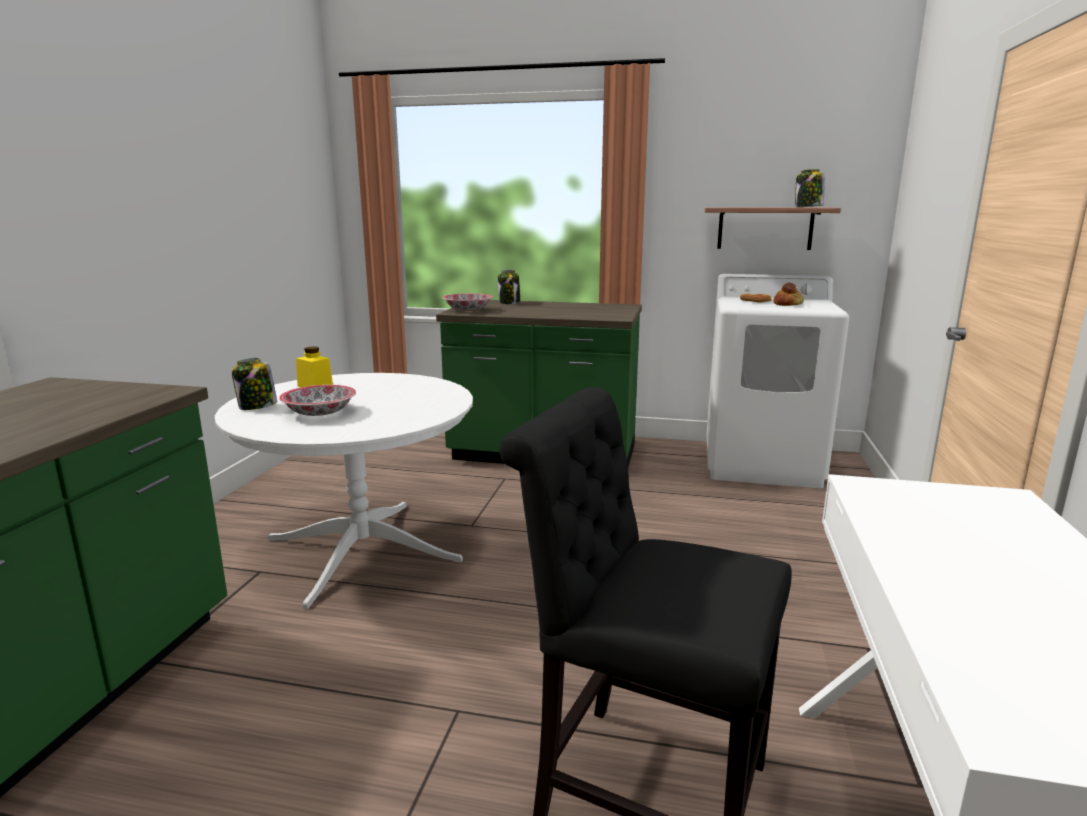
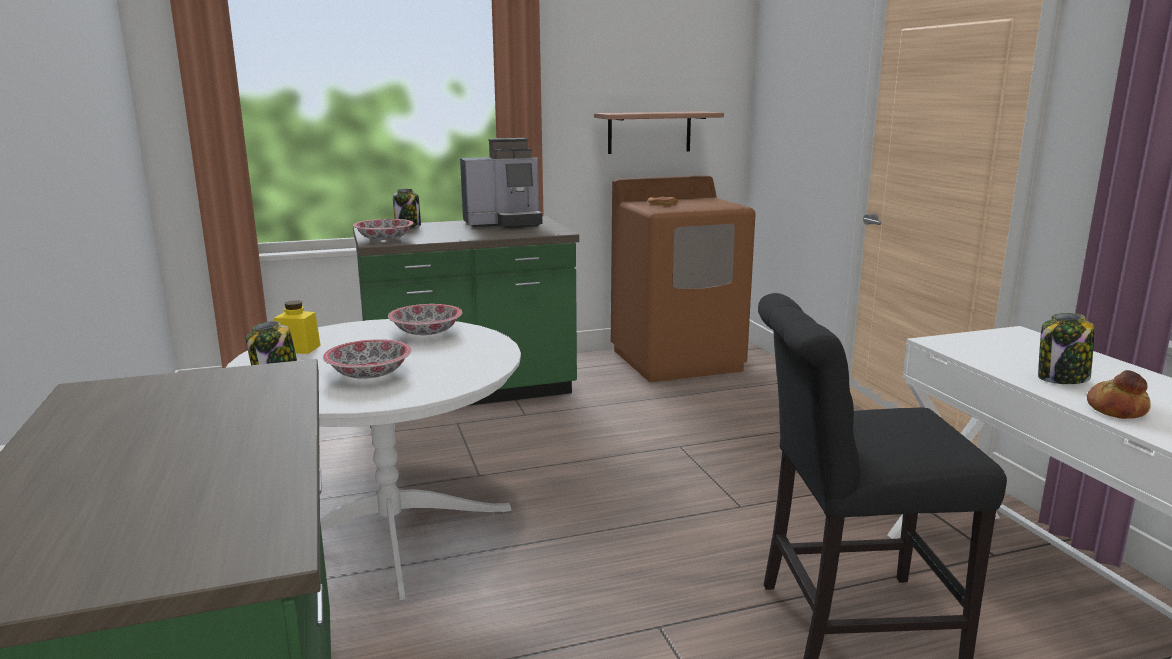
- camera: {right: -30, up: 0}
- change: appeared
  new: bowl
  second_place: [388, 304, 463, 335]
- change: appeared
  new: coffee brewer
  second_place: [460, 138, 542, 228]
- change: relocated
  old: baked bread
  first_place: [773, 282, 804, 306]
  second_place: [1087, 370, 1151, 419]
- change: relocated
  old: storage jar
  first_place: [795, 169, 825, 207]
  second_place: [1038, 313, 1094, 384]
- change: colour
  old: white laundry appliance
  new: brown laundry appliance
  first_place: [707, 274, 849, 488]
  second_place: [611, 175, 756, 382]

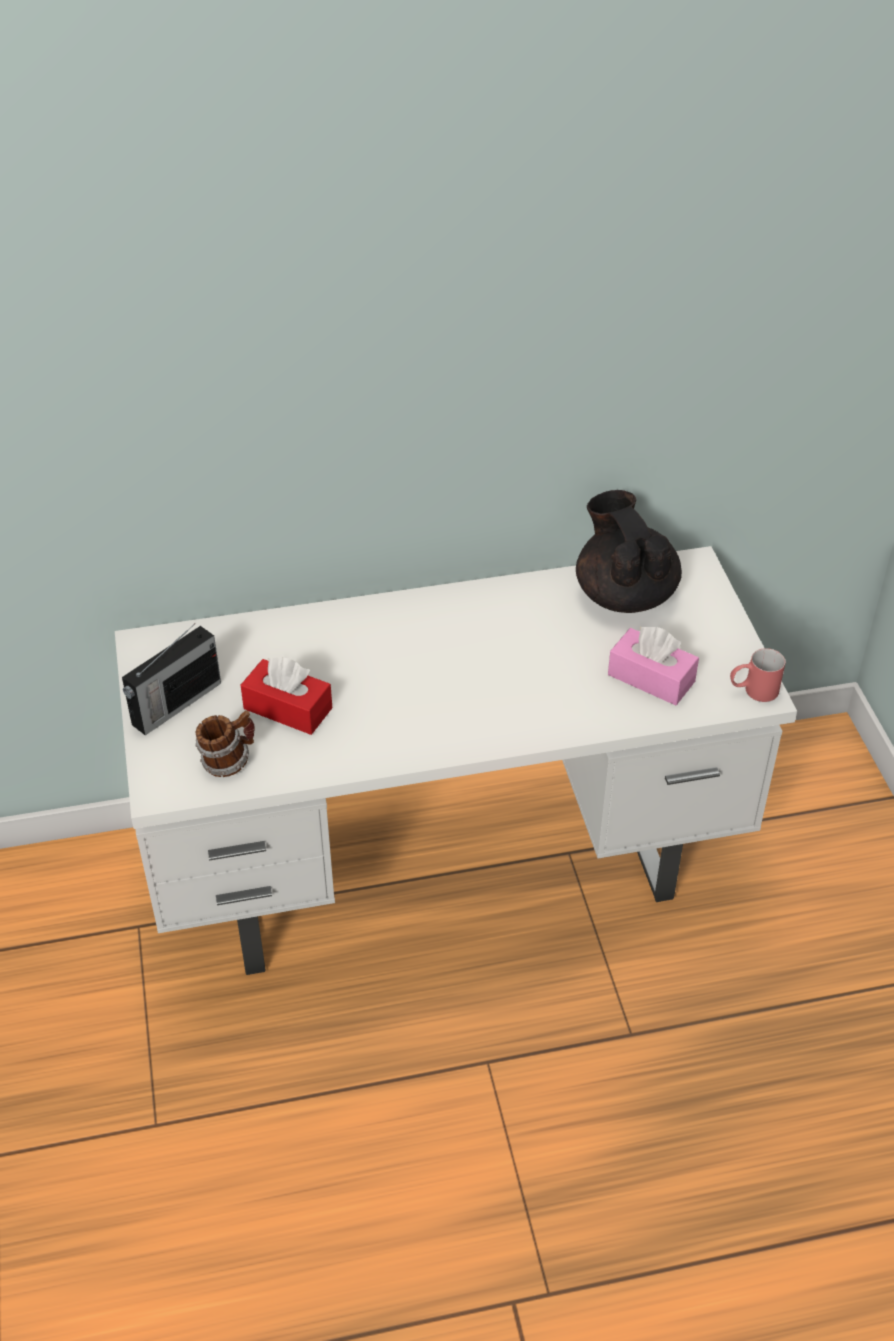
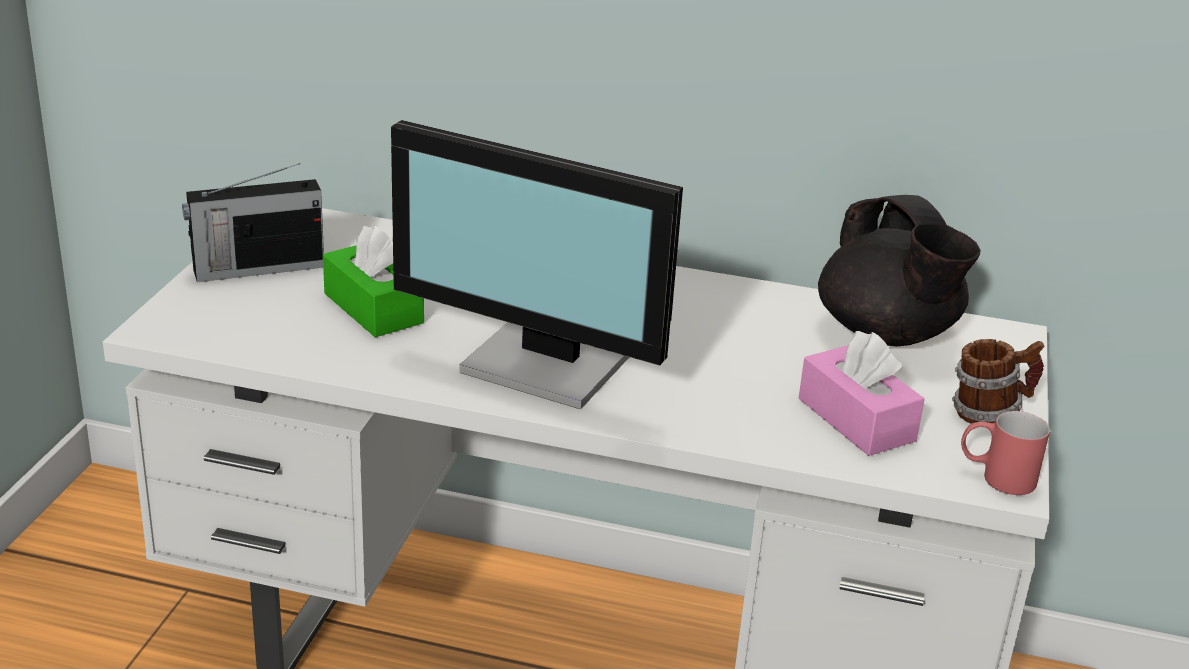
- camera: {right: 25, up: -15}
- change: appeared
  new: computer display
  second_place: [391, 120, 683, 409]
- change: relocated
  old: mug
  first_place: [195, 711, 255, 777]
  second_place: [952, 339, 1045, 424]
- change: colour
  old: red-coloured box of tissues
  new: green box of tissues
  first_place: [241, 657, 332, 735]
  second_place: [323, 225, 424, 337]
- change: spun
  old: black teapot
  first_place: [576, 490, 682, 613]
  second_place: [818, 195, 981, 346]
  degrees: 150

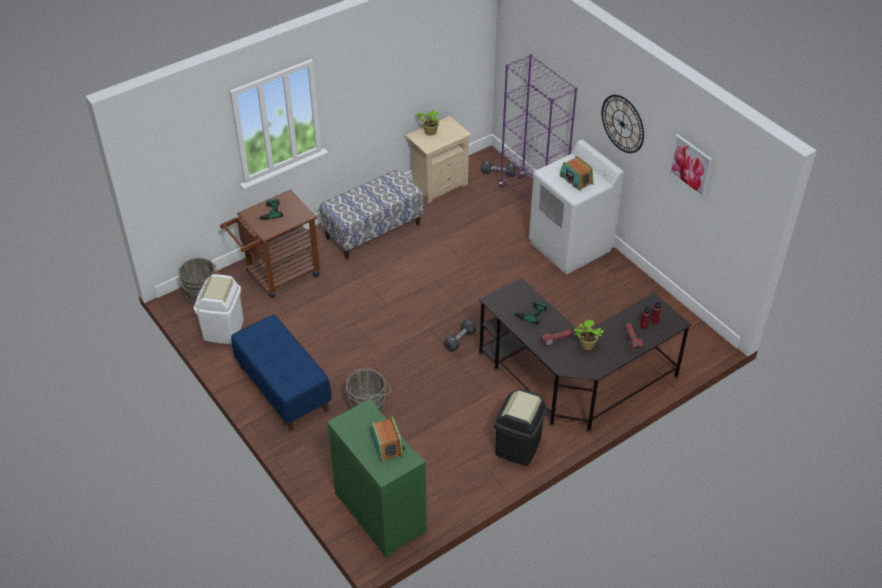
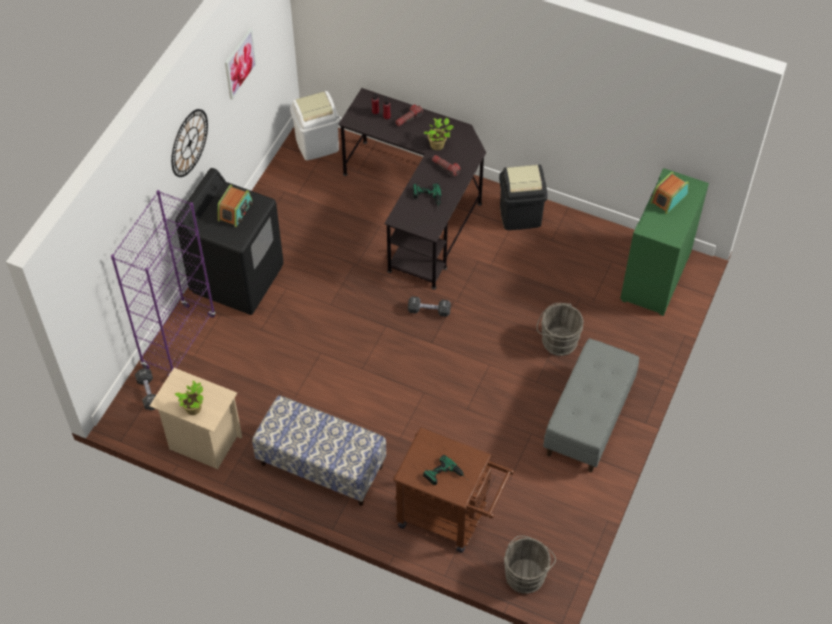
- camera: {right: -120, up: 10}
- change: relocated
  old: white rubbish bin
  first_place: [194, 274, 244, 344]
  second_place: [290, 91, 340, 160]
- change: colour
  old: blue indoor bench
  new: gray indoor bench
  first_place: [231, 315, 332, 431]
  second_place: [543, 338, 639, 472]
- change: colour
  old: white laundry appliance
  new: black laundry appliance
  first_place: [529, 140, 624, 274]
  second_place: [175, 168, 284, 315]

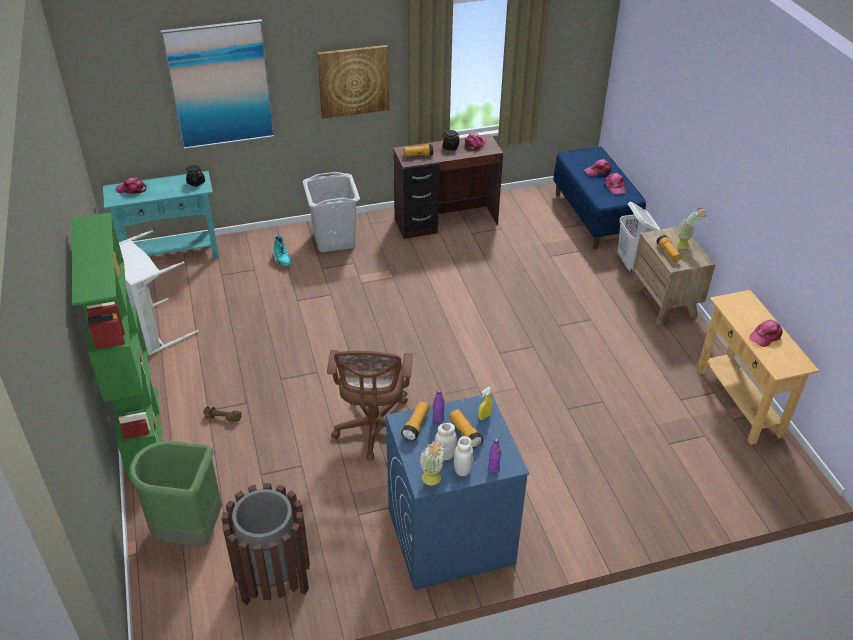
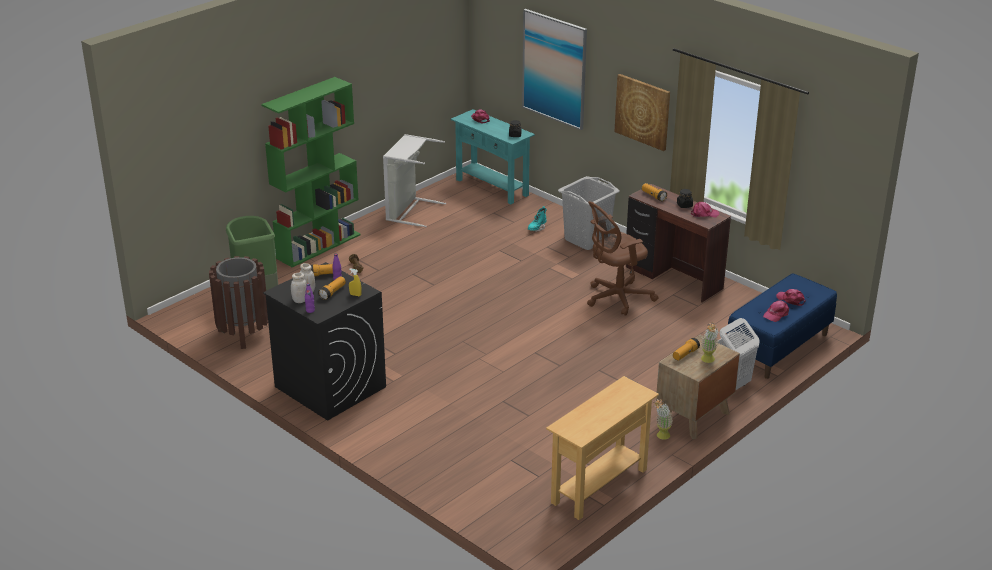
- camera: {right: 60, up: -10}
- change: missing
  old: pinkish peaked cap
  first_place: [749, 319, 783, 347]
- change: relocated
  old: brown computer chair
  first_place: [327, 350, 413, 461]
  second_place: [587, 201, 659, 316]
- change: relocated
  old: plant in a pot
  first_place: [419, 441, 444, 485]
  second_place: [653, 399, 673, 440]
- change: colour
  old: blue laundry appliance
  new: black laundry appliance
  first_place: [386, 393, 529, 590]
  second_place: [263, 262, 386, 421]

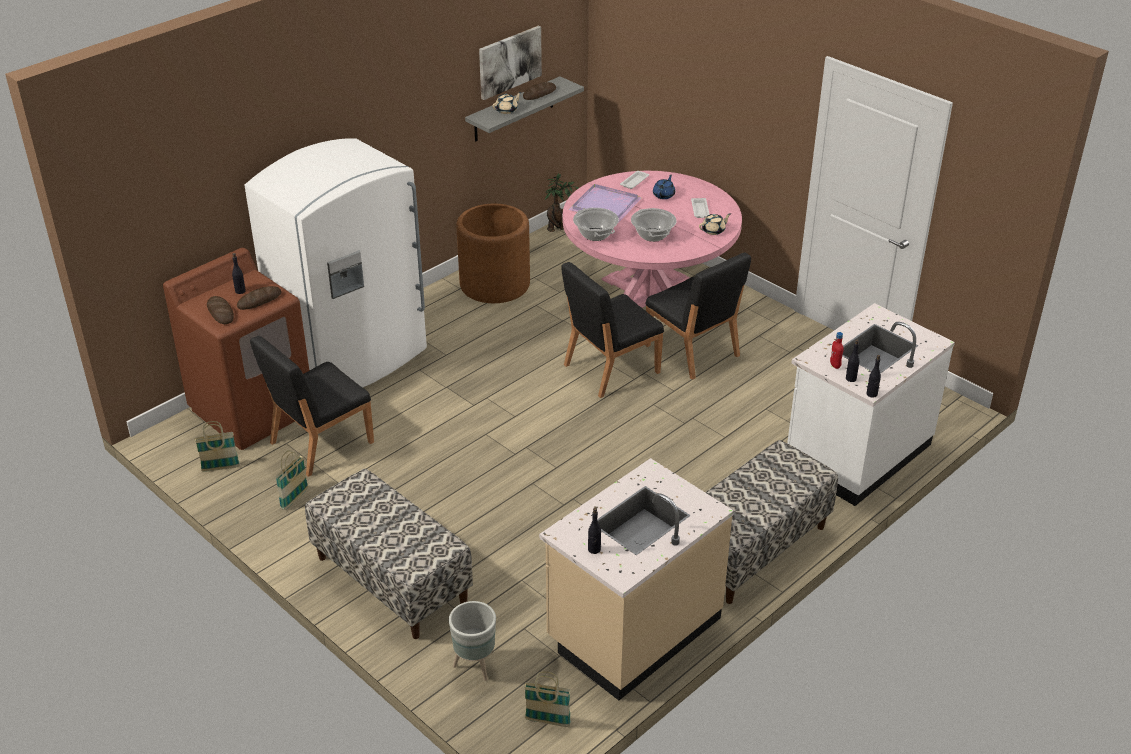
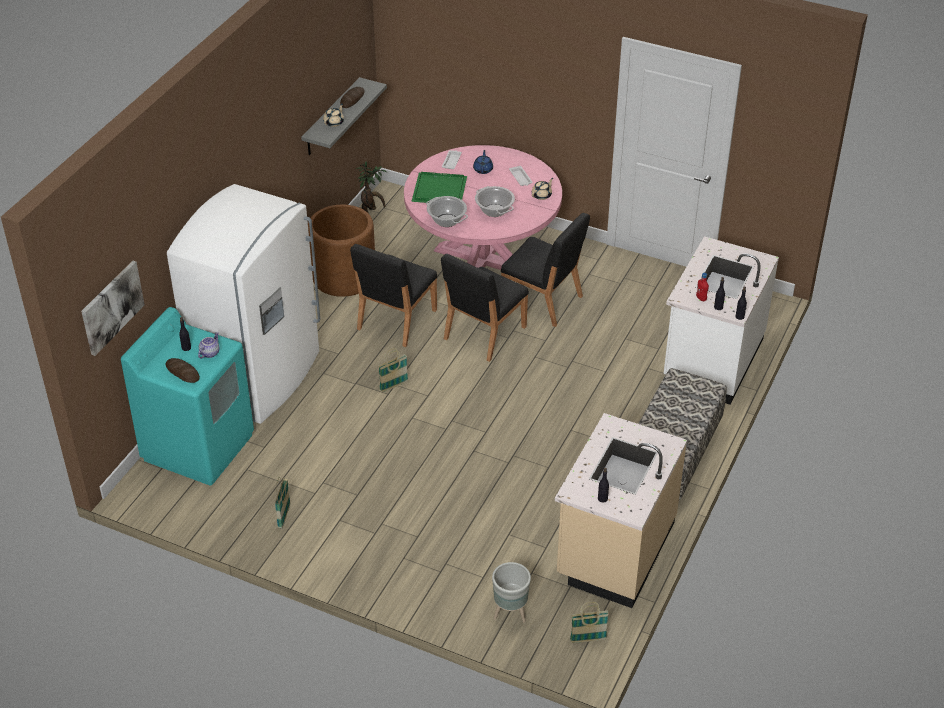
- camera: {right: -20, up: 5}
- change: missing
  old: indoor bench
  first_place: [305, 469, 473, 639]
- change: relocated
  old: basket
  first_place: [195, 421, 240, 472]
  second_place: [378, 348, 408, 392]
- change: relocated
  old: black chair
  first_place: [250, 336, 374, 477]
  second_place: [350, 244, 437, 347]
- change: relocated
  old: wall picture
  first_place: [479, 26, 542, 100]
  second_place: [81, 260, 145, 356]
- change: exchanged
  old: baked bread
  new: teapot
  first_place: [237, 286, 281, 310]
  second_place: [198, 332, 219, 359]
- change: colour
  old: brown laundry appliance
  new: blue-green laundry appliance
  first_place: [163, 248, 309, 450]
  second_place: [121, 307, 254, 486]
- change: colour
  old: purple-coloured tray
  new: green tray
  first_place: [568, 184, 642, 223]
  second_place: [411, 172, 467, 203]

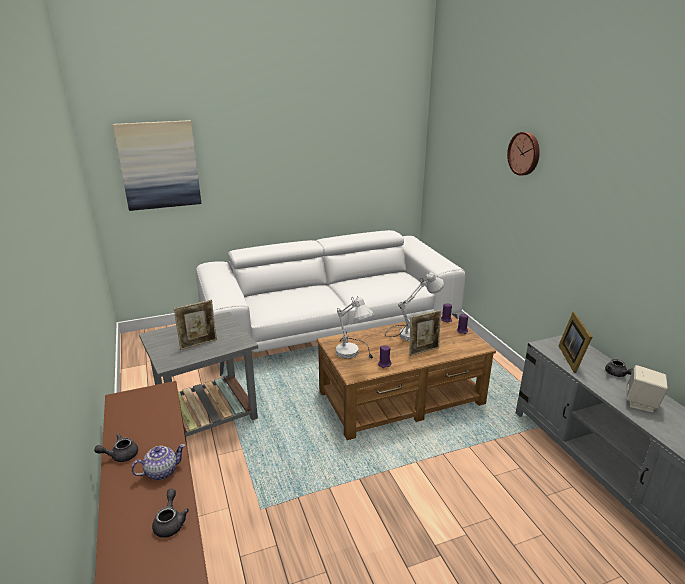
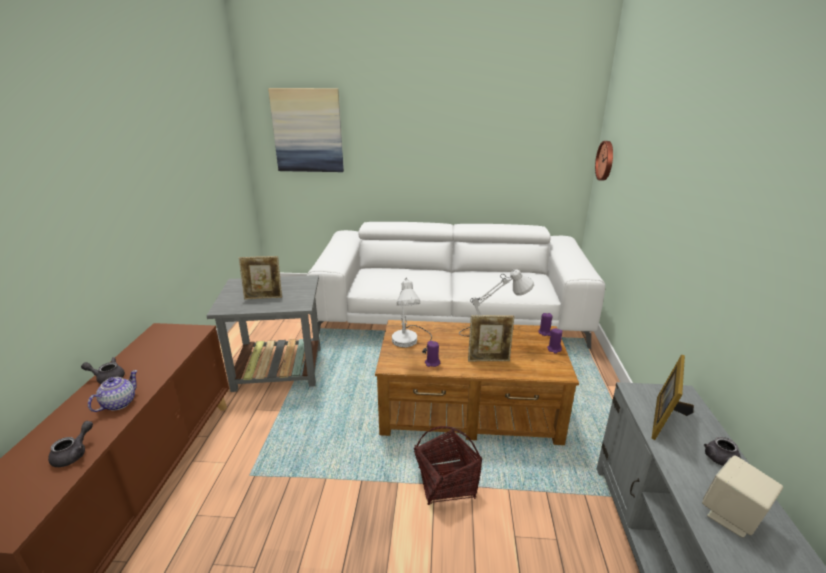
- camera: {right: 25, up: 0}
- change: appeared
  new: basket
  second_place: [414, 426, 482, 505]
- change: relocated
  old: clock on the wall
  first_place: [507, 132, 540, 176]
  second_place: [595, 141, 613, 181]
- change: spun
  old: teapot
  first_place: [131, 444, 185, 480]
  second_place: [88, 370, 138, 412]
  degrees: -60

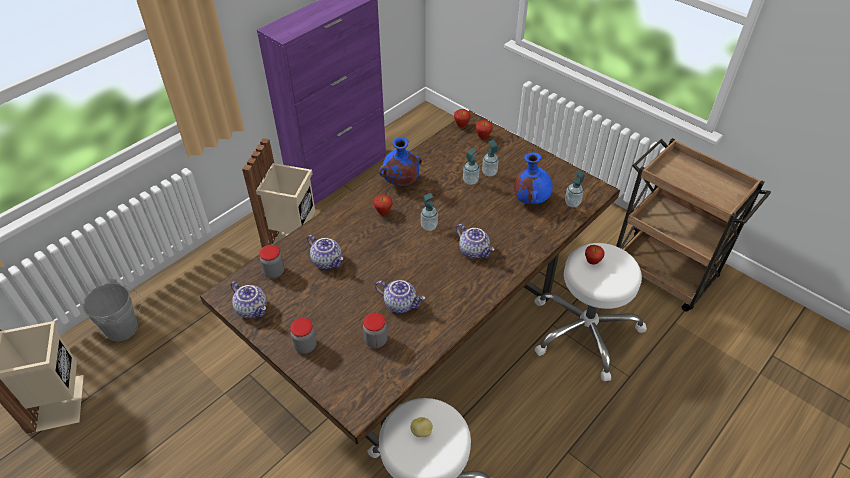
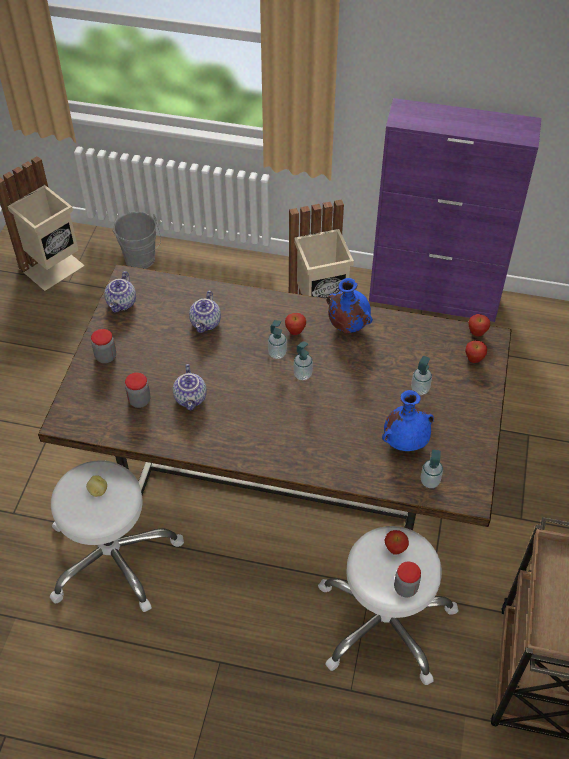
- camera: {right: 60, up: 5}
- change: missing
  old: teapot
  first_place: [456, 224, 494, 258]
- change: relocated
  old: storage jar
  first_place: [259, 245, 284, 278]
  second_place: [394, 561, 421, 597]
- change: relocated
  old: soap bottle
  first_place: [463, 148, 479, 185]
  second_place: [268, 320, 287, 359]

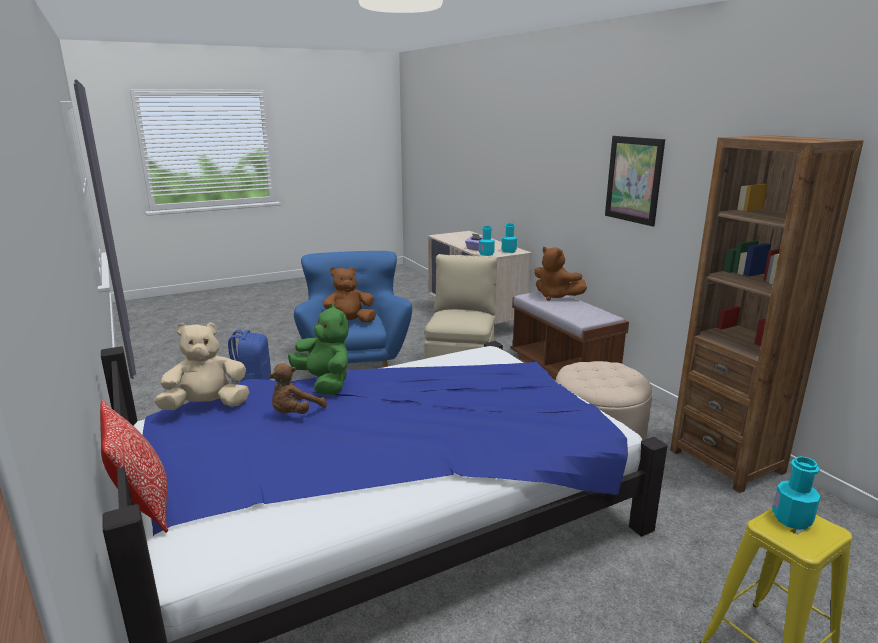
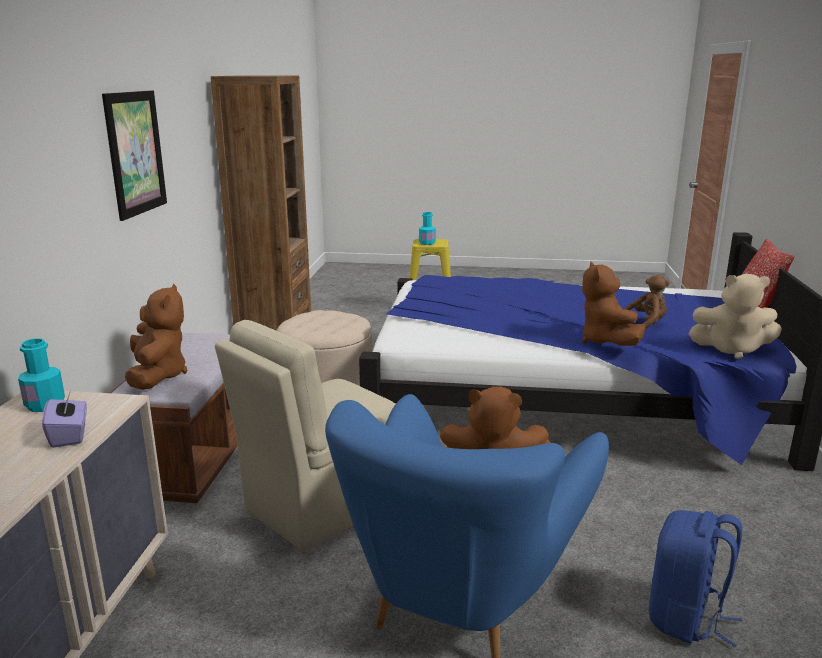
- camera: {right: -145, up: 0}
- change: missing
  old: blue-green drink bottle
  first_place: [479, 226, 495, 256]
- change: colour
  old: green soft toy
  new: brown soft toy
  first_place: [288, 304, 349, 395]
  second_place: [582, 261, 646, 346]

